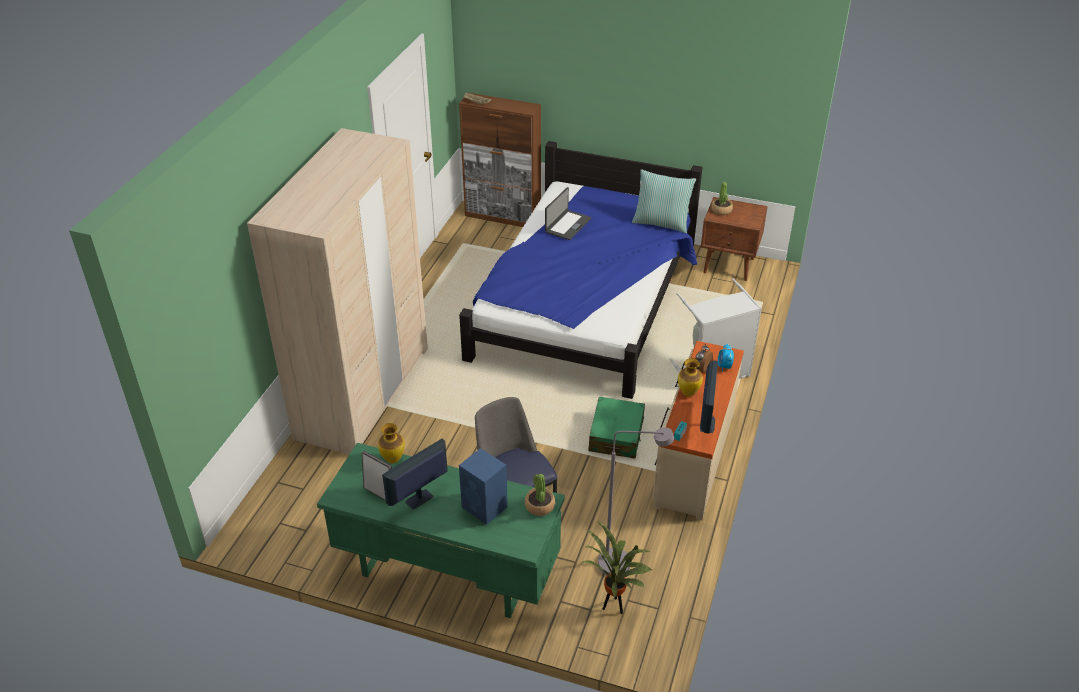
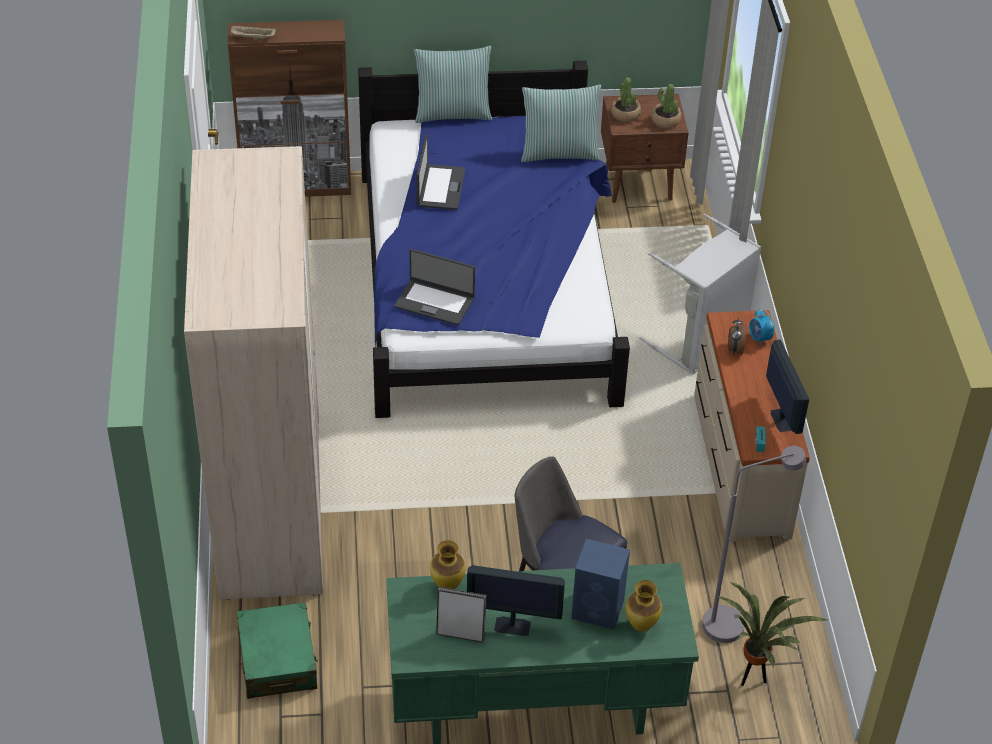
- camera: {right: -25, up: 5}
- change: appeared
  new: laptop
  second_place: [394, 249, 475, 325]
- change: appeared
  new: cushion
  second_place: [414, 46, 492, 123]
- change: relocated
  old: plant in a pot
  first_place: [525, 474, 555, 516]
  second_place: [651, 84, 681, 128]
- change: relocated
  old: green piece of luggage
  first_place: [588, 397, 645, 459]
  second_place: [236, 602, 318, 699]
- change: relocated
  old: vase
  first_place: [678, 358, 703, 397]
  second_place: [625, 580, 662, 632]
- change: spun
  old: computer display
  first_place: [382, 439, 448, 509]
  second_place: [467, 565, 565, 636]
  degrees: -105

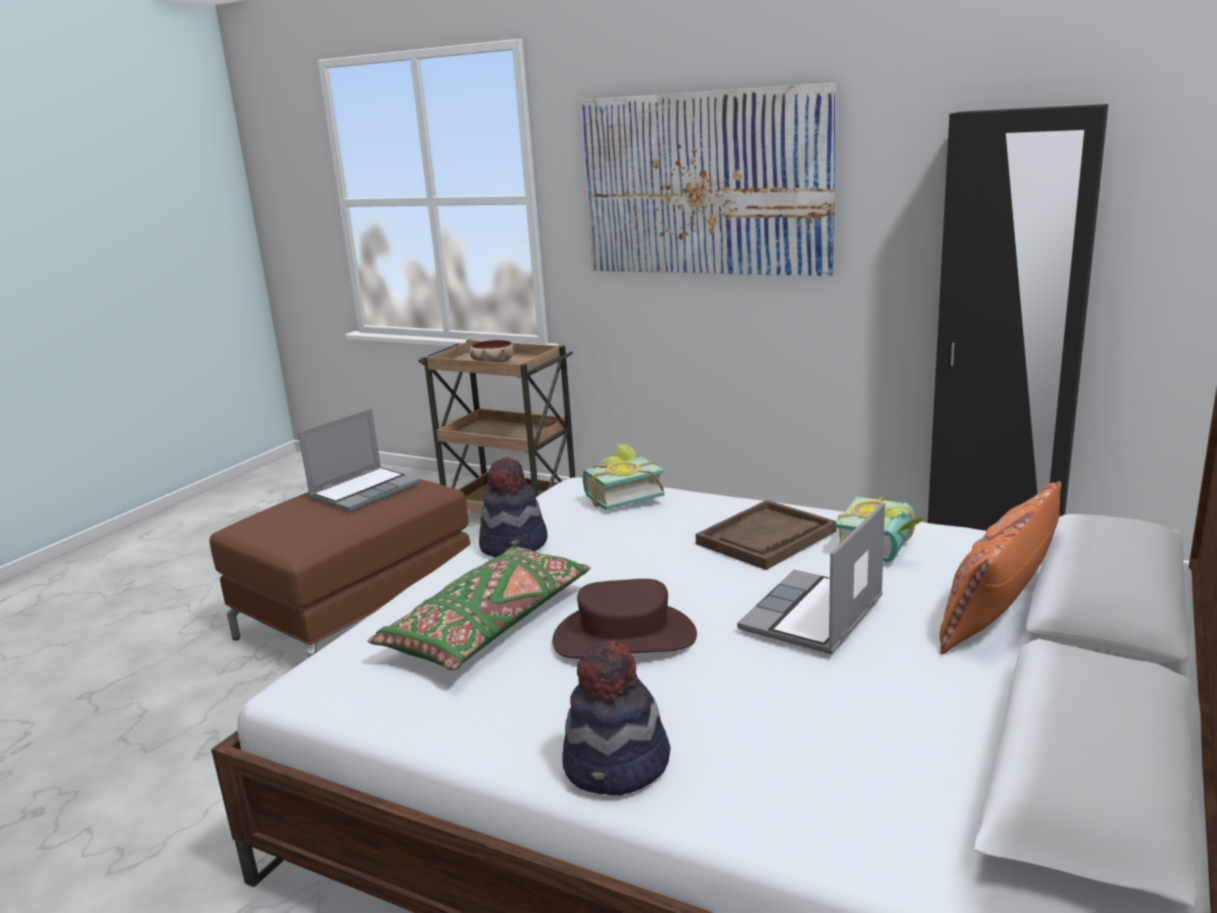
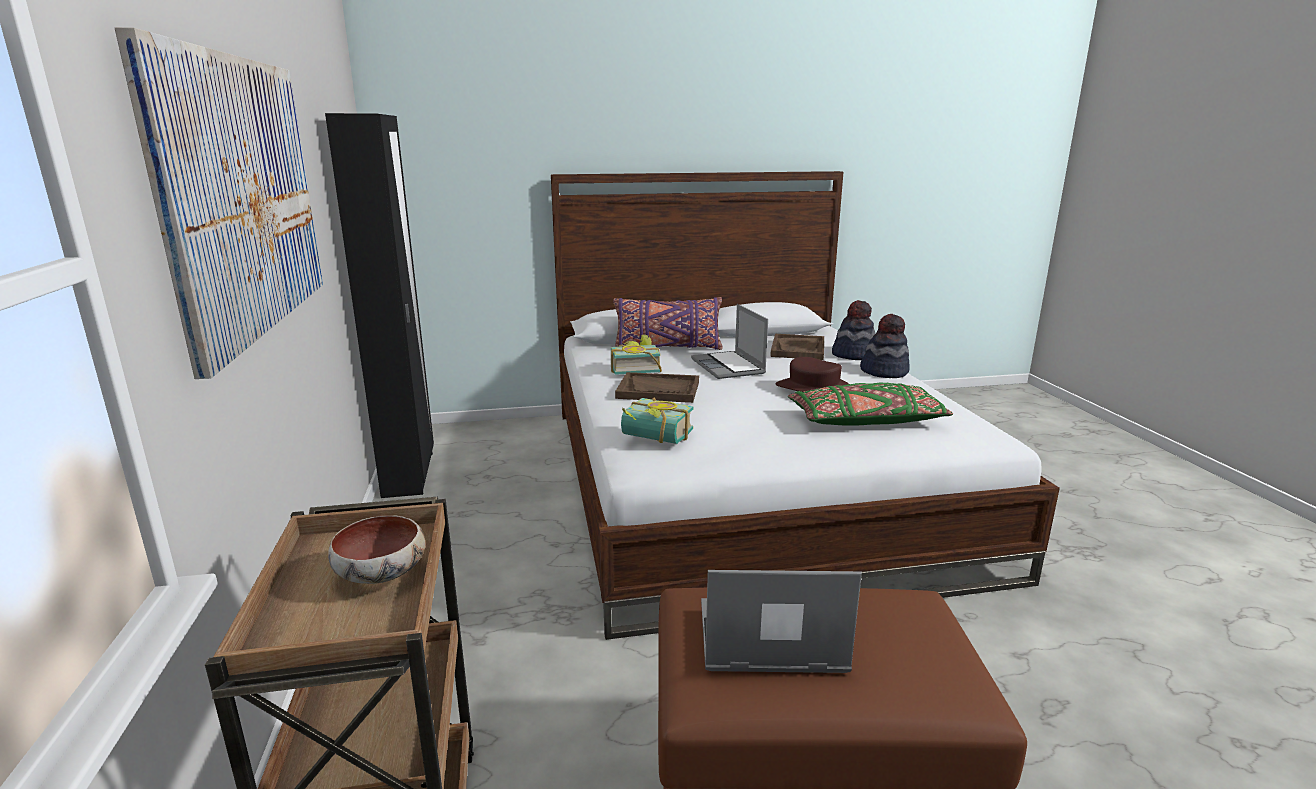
- camera: {right: -130, up: 0}
- change: appeared
  new: brown tray
  second_place: [770, 334, 824, 360]
- change: relocated
  old: hat
  first_place: [479, 457, 548, 557]
  second_place: [832, 300, 875, 360]
- change: colour
  old: orangey cushion
  new: purple-coloured cushion
  first_place: [939, 481, 1062, 654]
  second_place: [613, 297, 723, 350]
- change: spun
  old: laptop
  first_place: [737, 502, 885, 654]
  second_place: [691, 304, 768, 379]
  degrees: 75

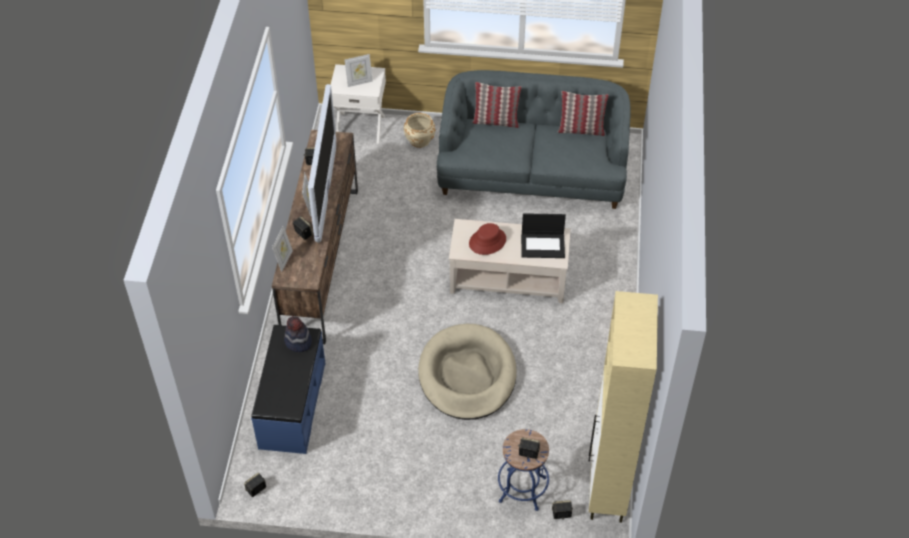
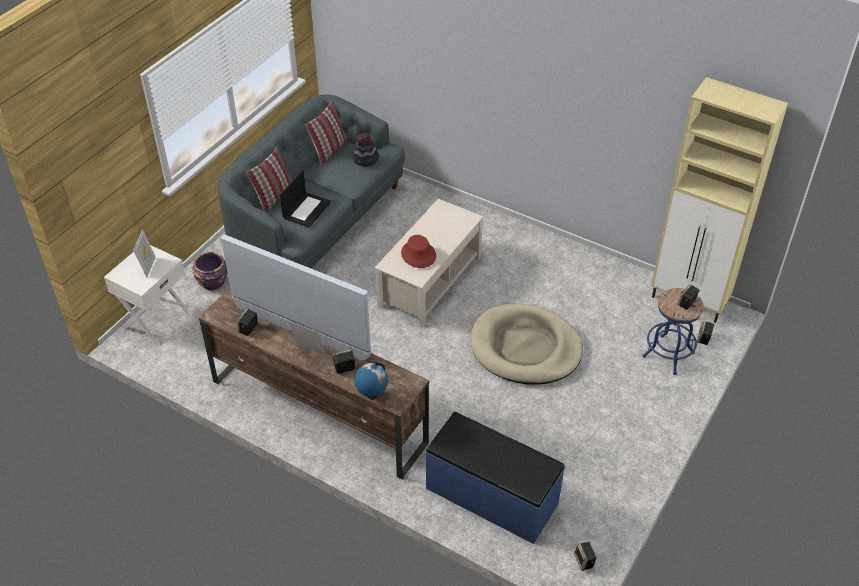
- camera: {right: -65, up: -5}
- change: relocated
  old: hat
  first_place: [284, 316, 312, 352]
  second_place: [353, 132, 379, 167]
- change: relocated
  old: laptop
  first_place: [521, 213, 566, 258]
  second_place: [280, 170, 331, 228]
- change: exchanged
  old: picture frame
  new: desk globe
  first_place: [272, 226, 293, 272]
  second_place: [354, 363, 388, 400]
- change: colour
  old: beige-coloured flower pot
  new: purple-coloured flower pot
  first_place: [404, 113, 435, 148]
  second_place: [193, 252, 228, 291]

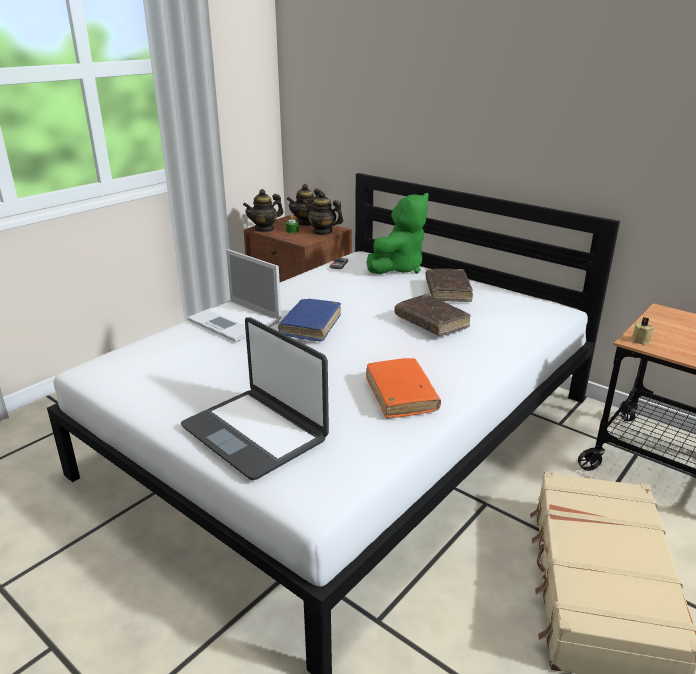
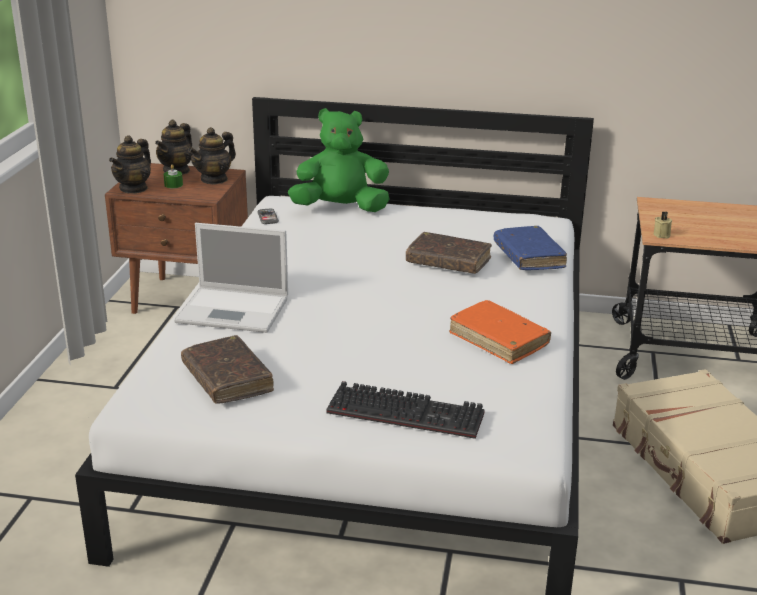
- camera: {right: -30, up: 0}
- change: relocated
  old: blue book
  first_place: [278, 299, 341, 341]
  second_place: [494, 226, 567, 270]
- change: relocated
  old: brown book
  first_place: [426, 269, 473, 302]
  second_place: [181, 335, 274, 404]
- change: exchanged
  old: laptop
  new: keyboard
  first_place: [181, 317, 329, 480]
  second_place: [326, 381, 485, 439]
- change: spun
  old: teapot
  first_place: [303, 192, 343, 235]
  second_place: [188, 127, 236, 185]
  degrees: -45
- change: spun
  old: green soft toy
  first_place: [366, 193, 429, 274]
  second_place: [288, 108, 389, 212]
  degrees: -105

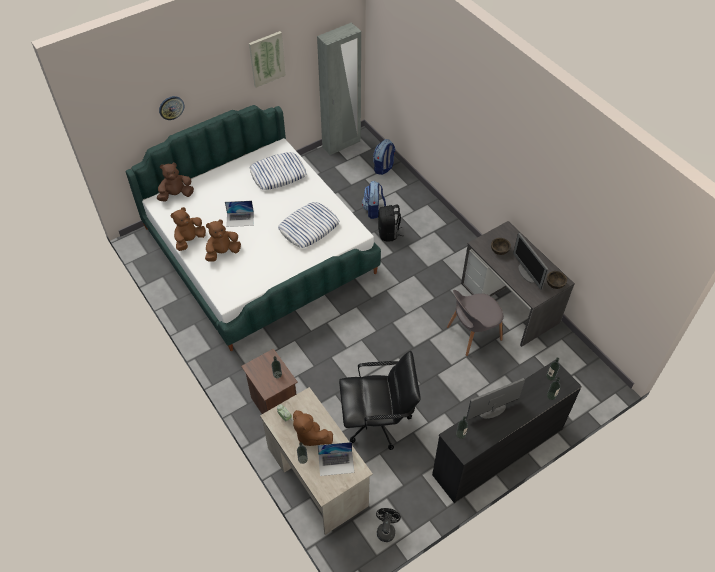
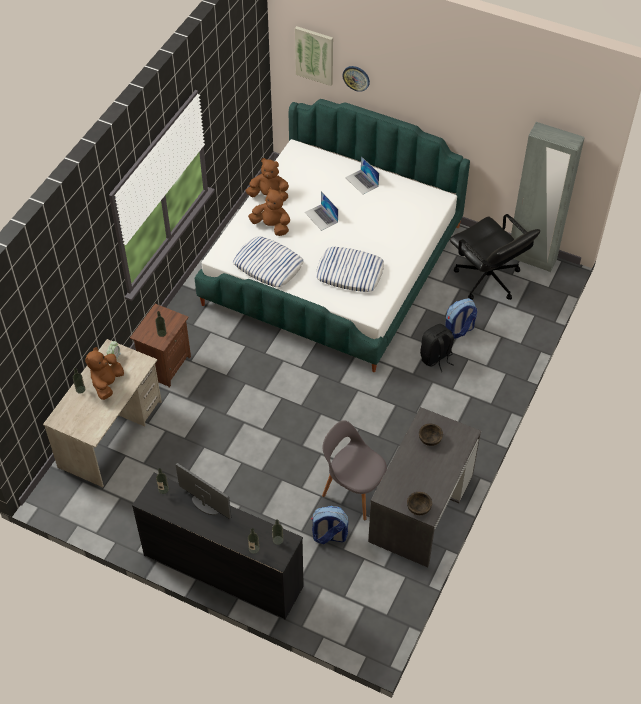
- camera: {right: 60, up: 0}
- change: missing
  old: brown soft toy
  first_place: [157, 163, 194, 202]
- change: missing
  old: black cooling fan
  first_place: [376, 508, 401, 542]
- change: missing
  old: computer display
  first_place: [513, 233, 548, 290]
- change: relocated
  old: wall picture
  first_place: [249, 31, 286, 88]
  second_place: [295, 26, 333, 86]
- change: relocated
  old: cushion
  first_place: [250, 152, 307, 190]
  second_place: [233, 236, 304, 287]
- change: relocated
  old: laptop
  first_place: [318, 442, 354, 476]
  second_place: [345, 156, 379, 195]
- change: relocated
  old: black computer chair
  first_place: [339, 351, 421, 450]
  second_place: [449, 214, 540, 300]
- change: relocated
  old: backpack
  first_place: [373, 139, 395, 175]
  second_place: [311, 506, 348, 544]

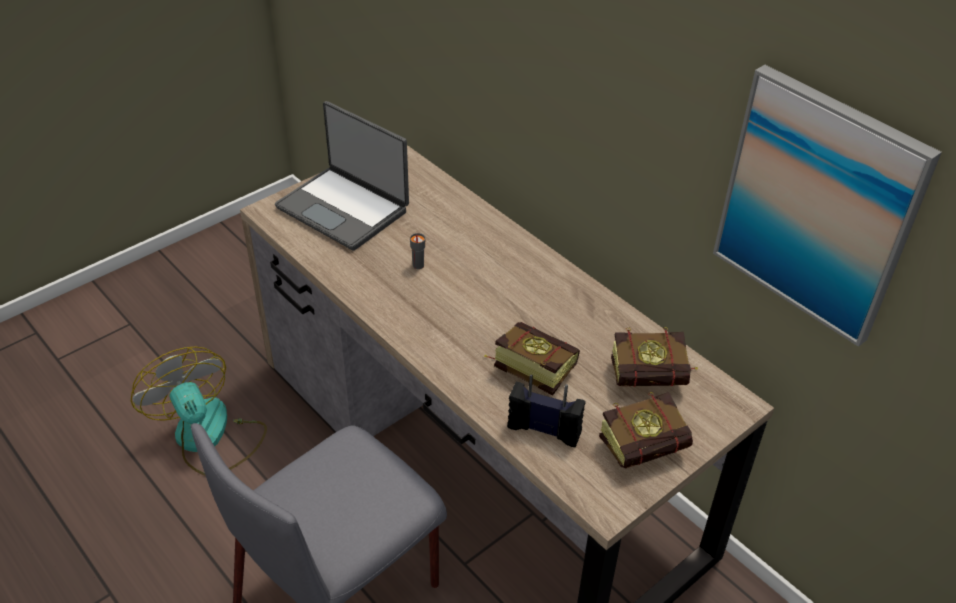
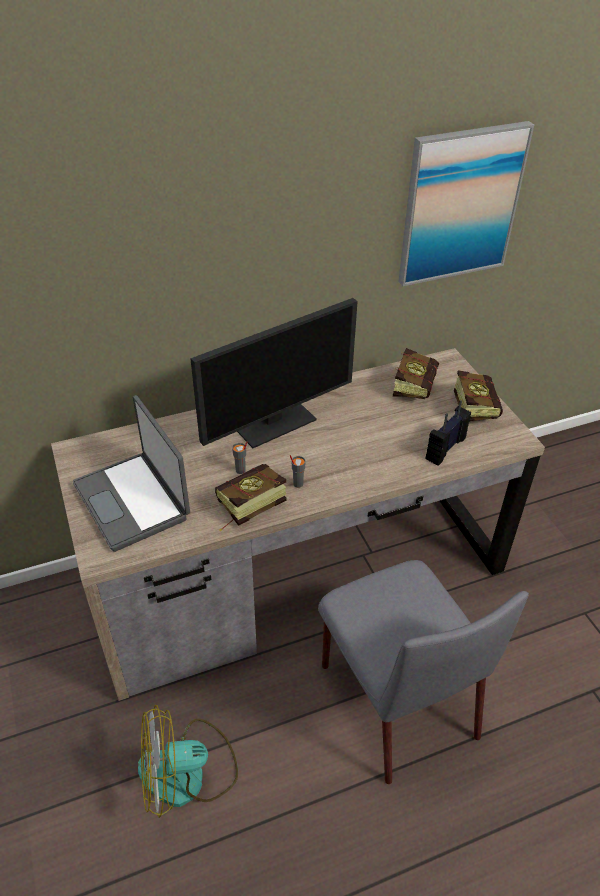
- camera: {right: -70, up: 0}
- change: appeared
  new: computer display
  second_place: [190, 298, 358, 448]
- change: appeared
  new: gray drinking cup
  second_place: [290, 455, 306, 488]
- change: relocated
  old: book
  first_place: [484, 322, 580, 395]
  second_place: [215, 464, 287, 531]
- change: spun
  old: laptop
  first_place: [275, 101, 409, 251]
  second_place: [73, 395, 190, 552]
  degrees: 90

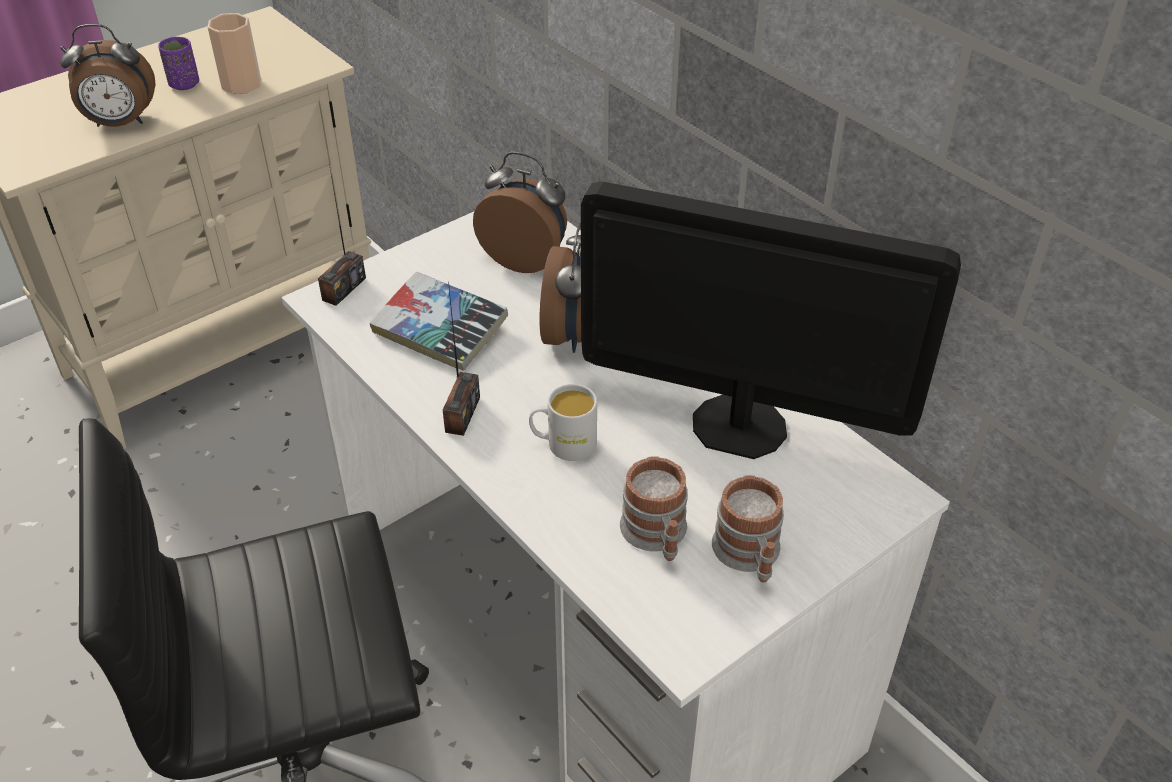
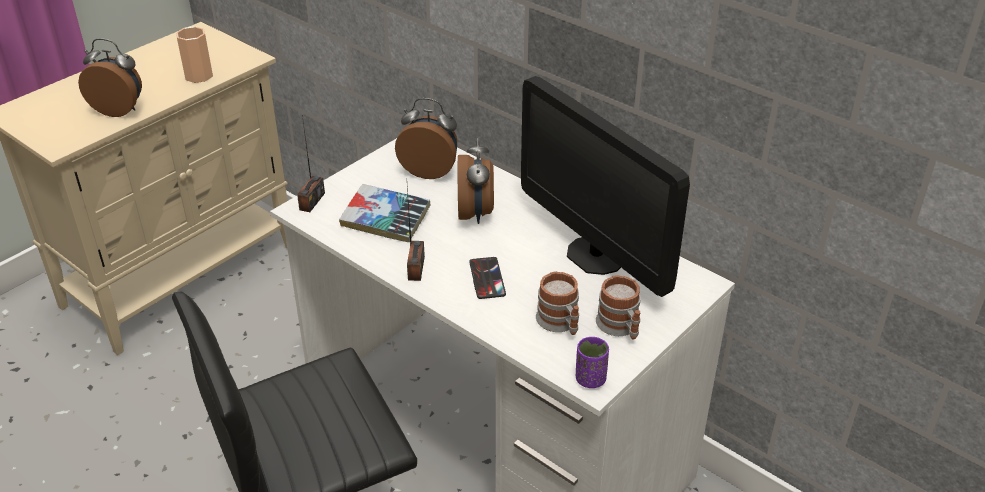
- camera: {right: -10, up: -5}
- change: relocated
  old: purple-coloured drinking cup
  first_place: [158, 37, 199, 90]
  second_place: [576, 337, 609, 388]
- change: exchanged
  old: white mug
  new: handset
  first_place: [529, 384, 597, 461]
  second_place: [469, 257, 506, 299]
- change: spun
  old: table clock
  first_place: [60, 24, 156, 127]
  second_place: [78, 38, 142, 117]
  degrees: -150
- change: spun
  old: computer display
  first_place: [581, 182, 961, 459]
  second_place: [521, 76, 690, 297]
  degrees: -135

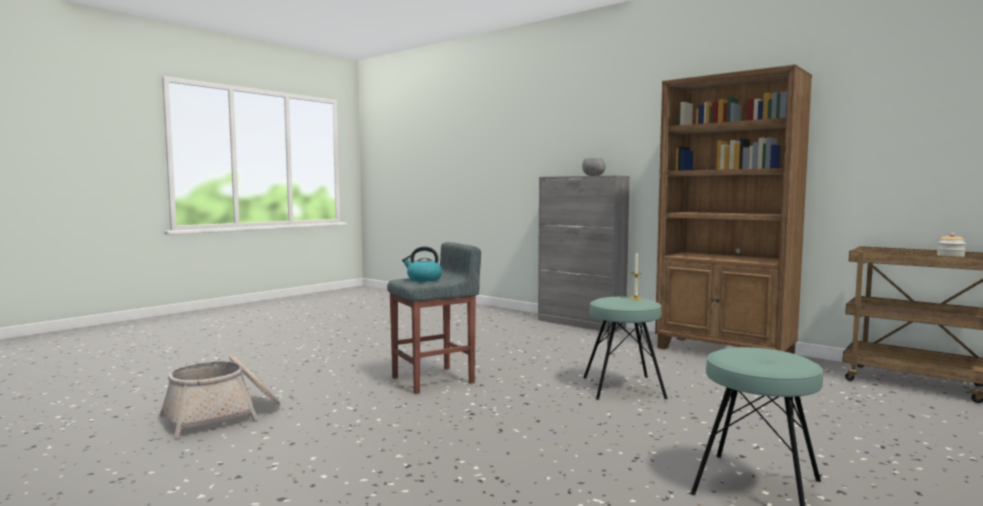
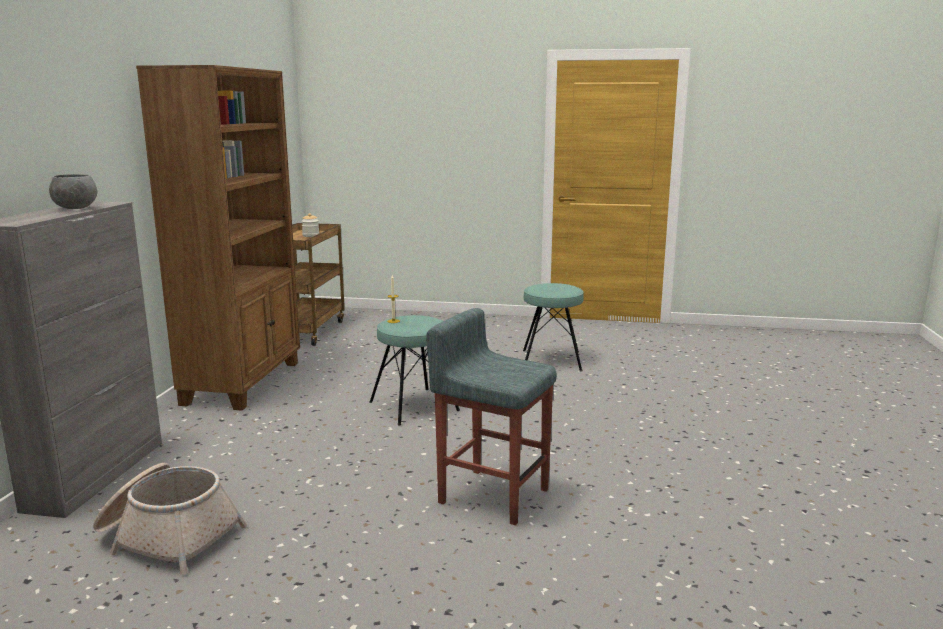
- camera: {right: -120, up: 10}
- change: missing
  old: water kettle
  first_place: [402, 246, 442, 282]
- change: relocated
  old: basket
  first_place: [160, 356, 281, 438]
  second_place: [93, 463, 247, 575]

